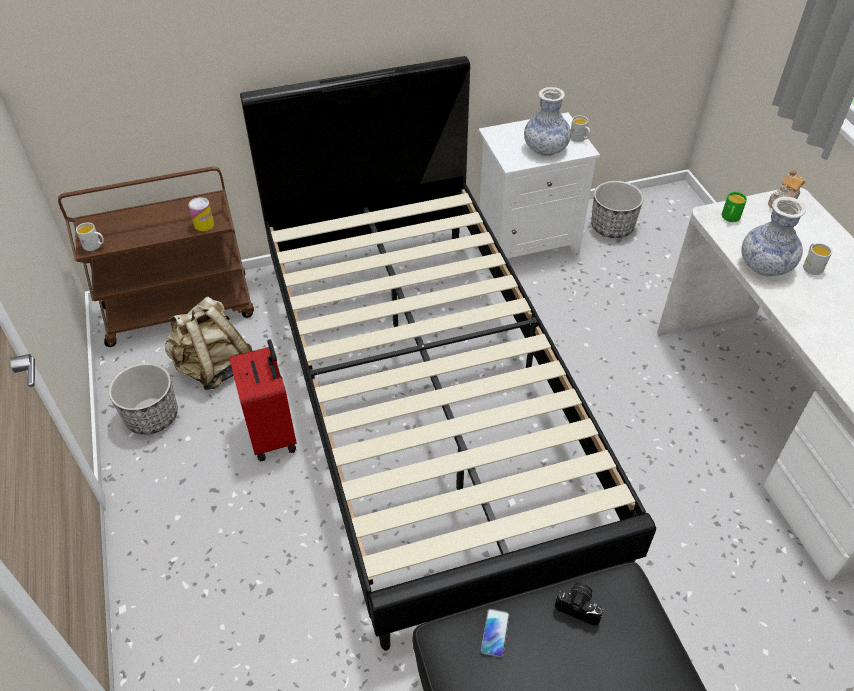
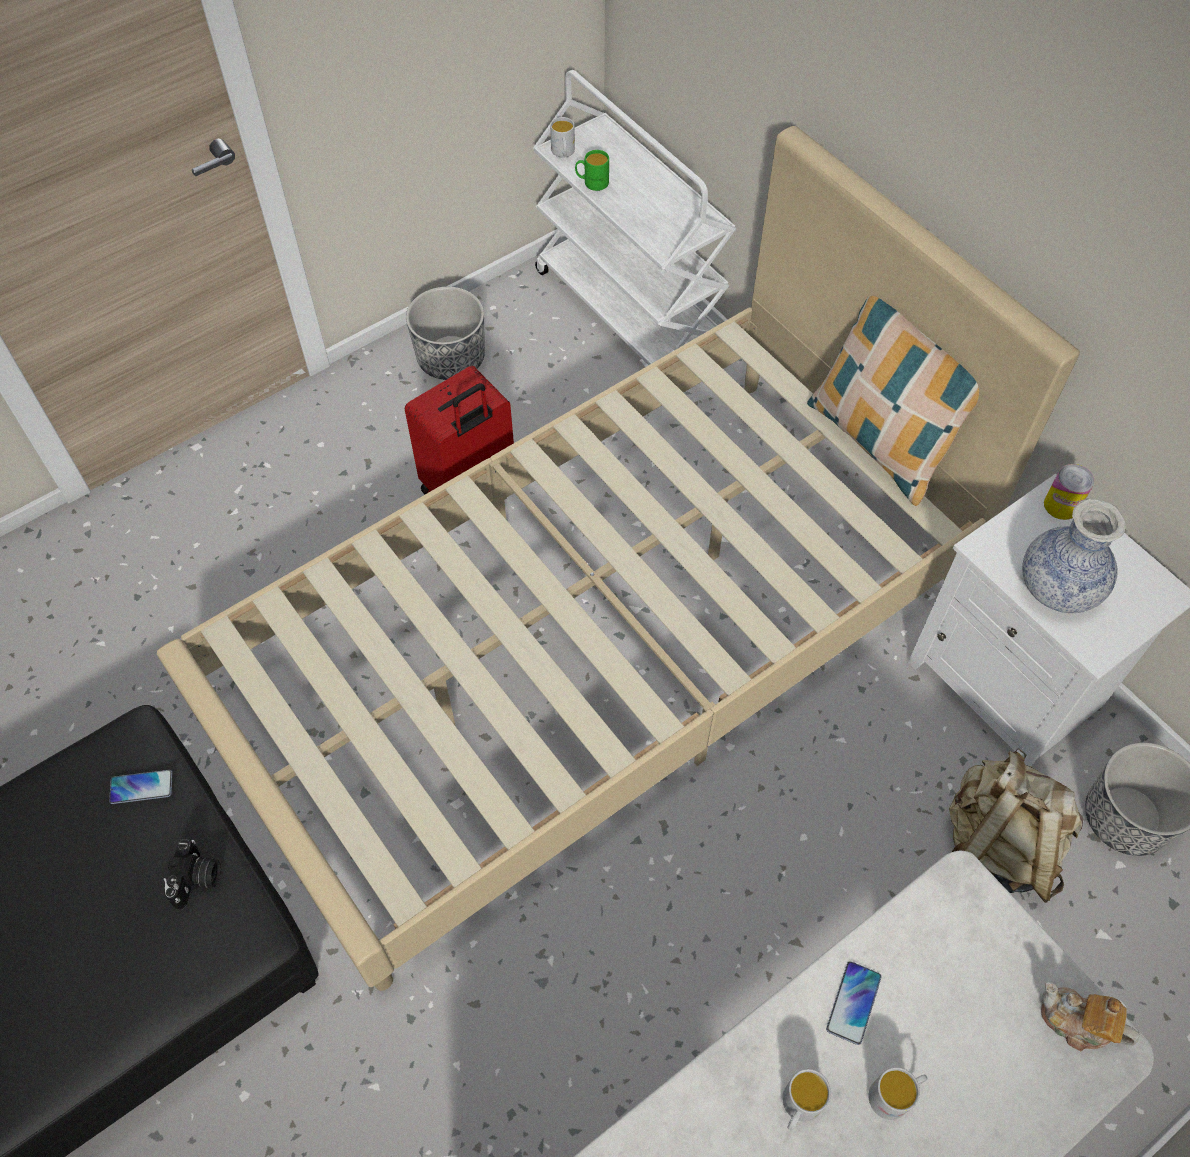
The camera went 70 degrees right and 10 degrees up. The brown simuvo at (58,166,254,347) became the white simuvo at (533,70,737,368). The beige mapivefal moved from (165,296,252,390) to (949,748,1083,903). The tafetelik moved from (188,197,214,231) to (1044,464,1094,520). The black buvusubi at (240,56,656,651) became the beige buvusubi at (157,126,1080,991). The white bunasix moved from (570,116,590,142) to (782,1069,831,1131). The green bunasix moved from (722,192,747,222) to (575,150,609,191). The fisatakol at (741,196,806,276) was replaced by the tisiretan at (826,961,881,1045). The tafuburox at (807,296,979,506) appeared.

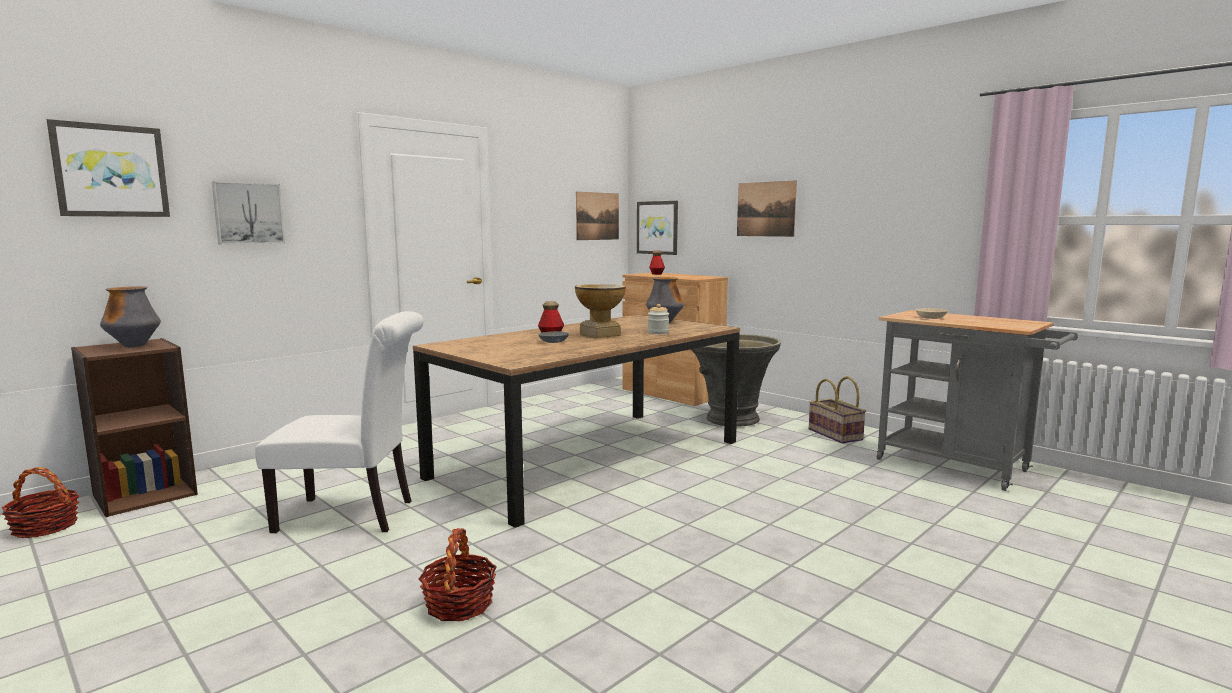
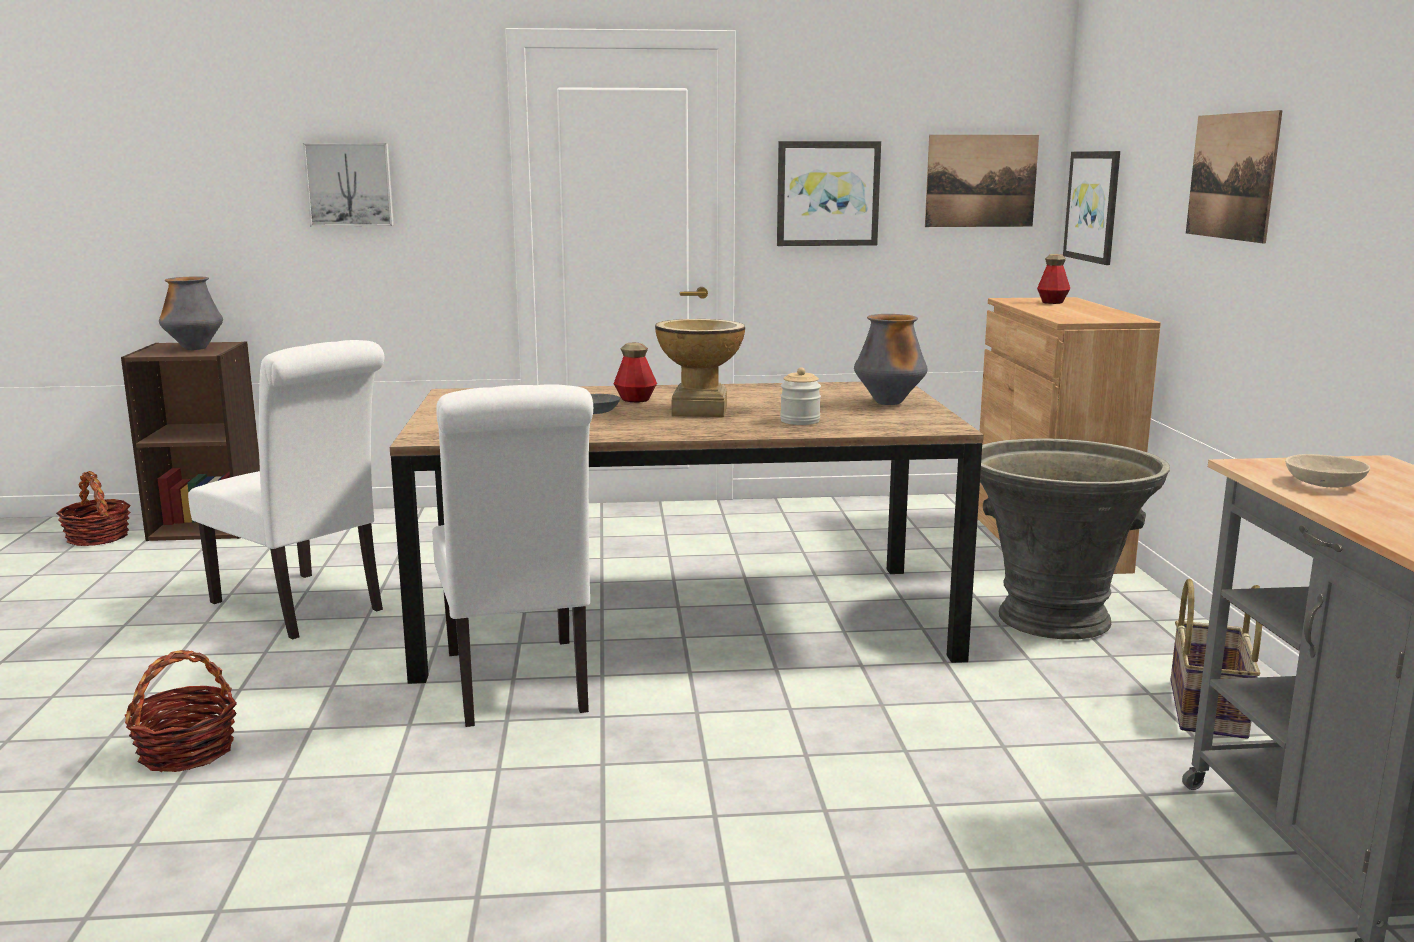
The camera went 40 degrees right and 5 degrees up. The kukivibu moved from (47,119,170,217) to (777,141,881,246). The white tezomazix at (432,384,593,727) appeared.

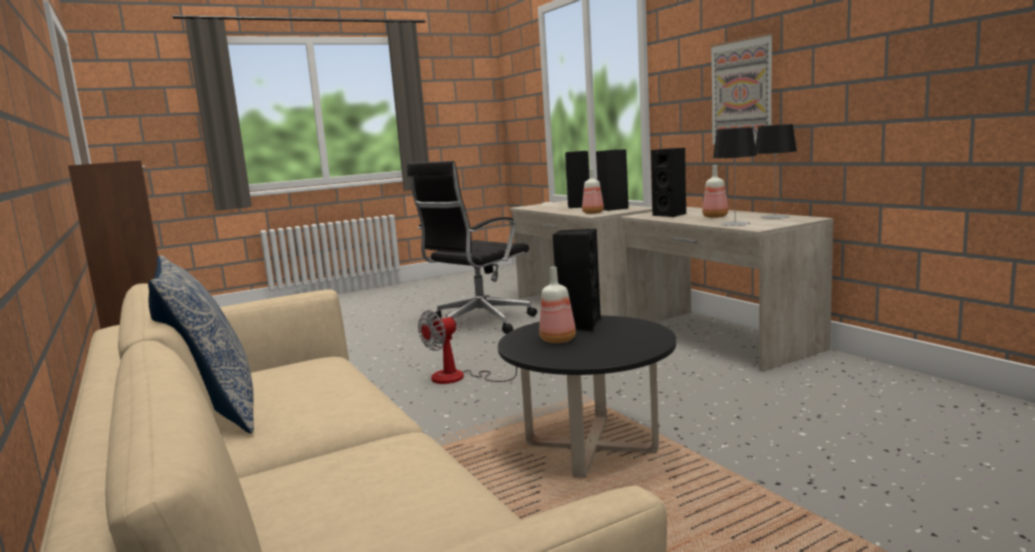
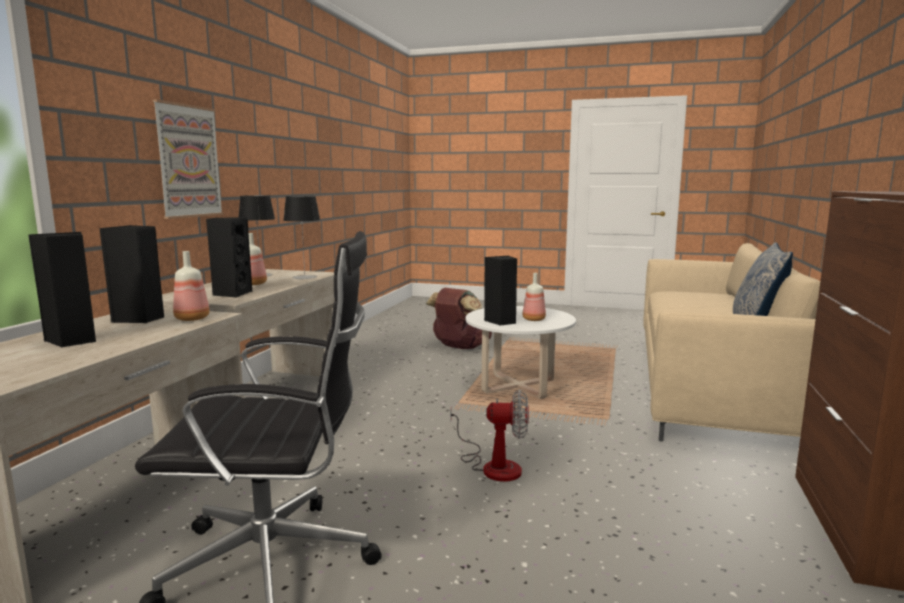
The camera went 135 degrees left and 0 degrees up. The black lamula at (498,315,677,478) became the white lamula at (466,306,576,399). The brown mapivefal at (426,288,492,349) appeared.

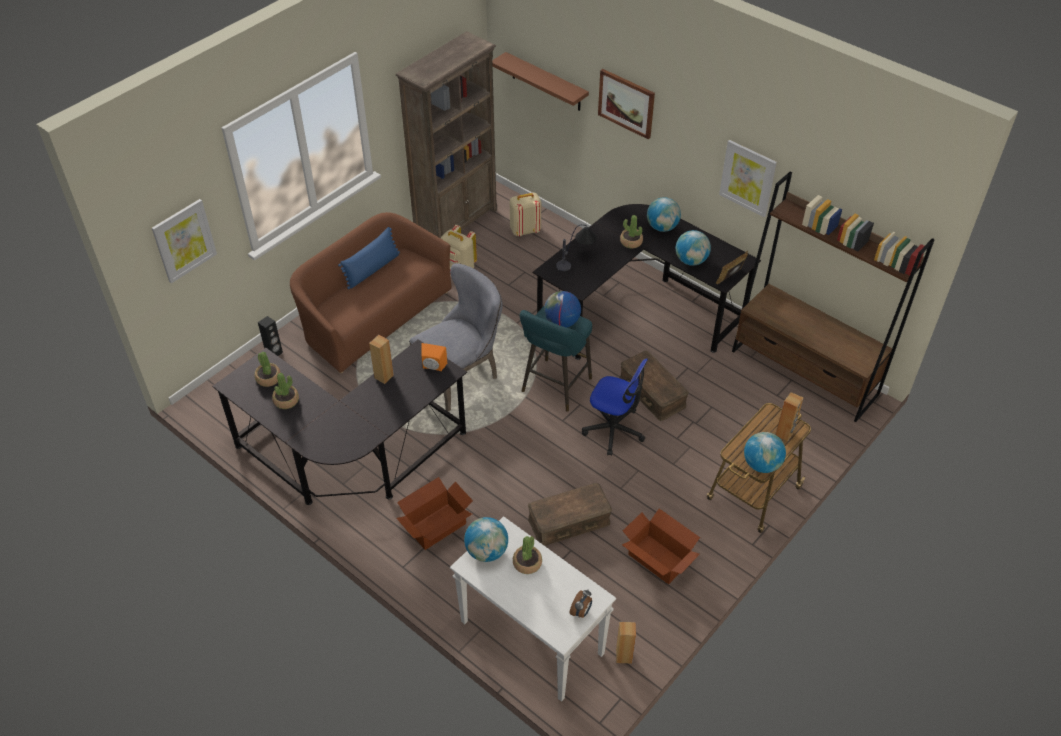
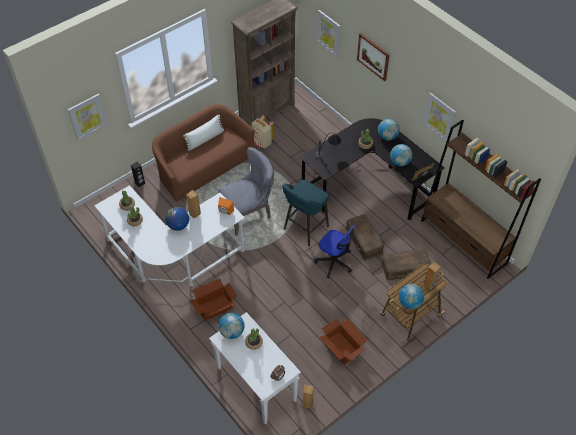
The camera went 10 degrees right and 5 degrees up. The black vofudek at (212,340,467,505) became the white vofudek at (94,185,245,286). The blue tafuburox at (338,227,400,289) became the white tafuburox at (183,114,224,151). The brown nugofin at (492,52,589,111) was replaced by the kukivibu at (317,10,341,57). The beige mapivefal at (510,193,541,236) disappeared. The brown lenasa moved from (528,483,612,546) to (382,249,431,280). The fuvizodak moved from (544,291,581,328) to (165,207,189,231).

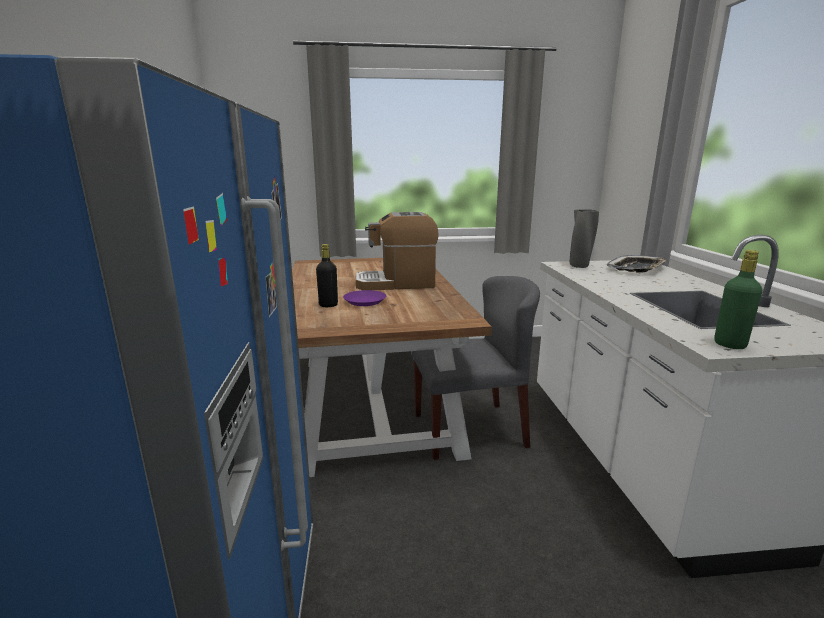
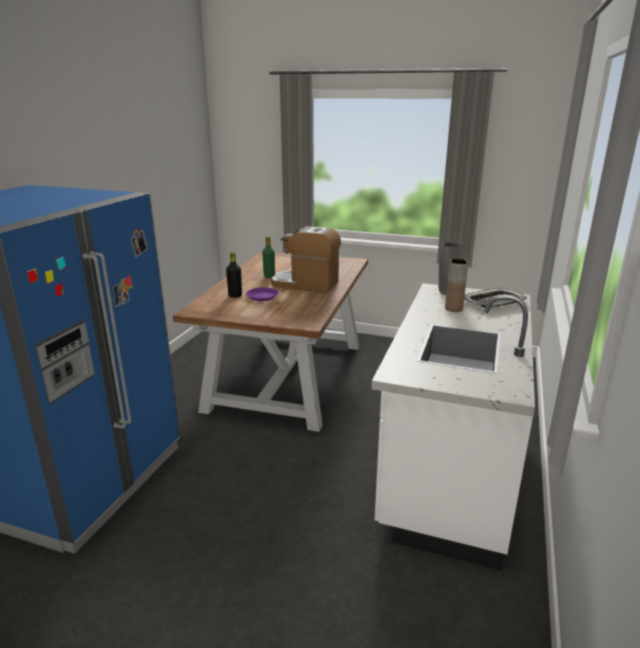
The camera went 25 degrees right and 5 degrees up. The grey tezomazix at (411,276,540,460) disappeared. The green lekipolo moved from (714,250,762,349) to (262,236,275,278). The brown fisatakol at (445,259,468,312) appeared.

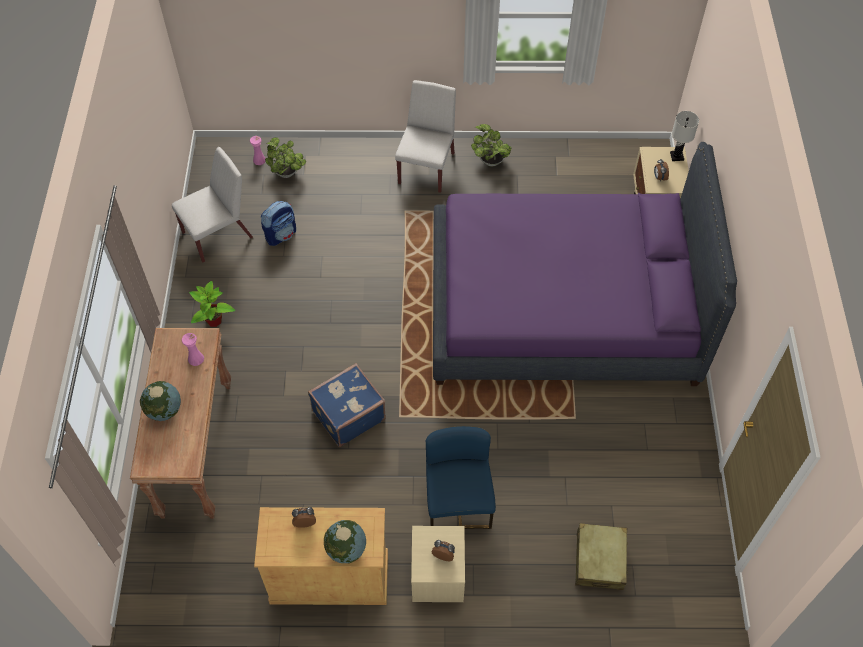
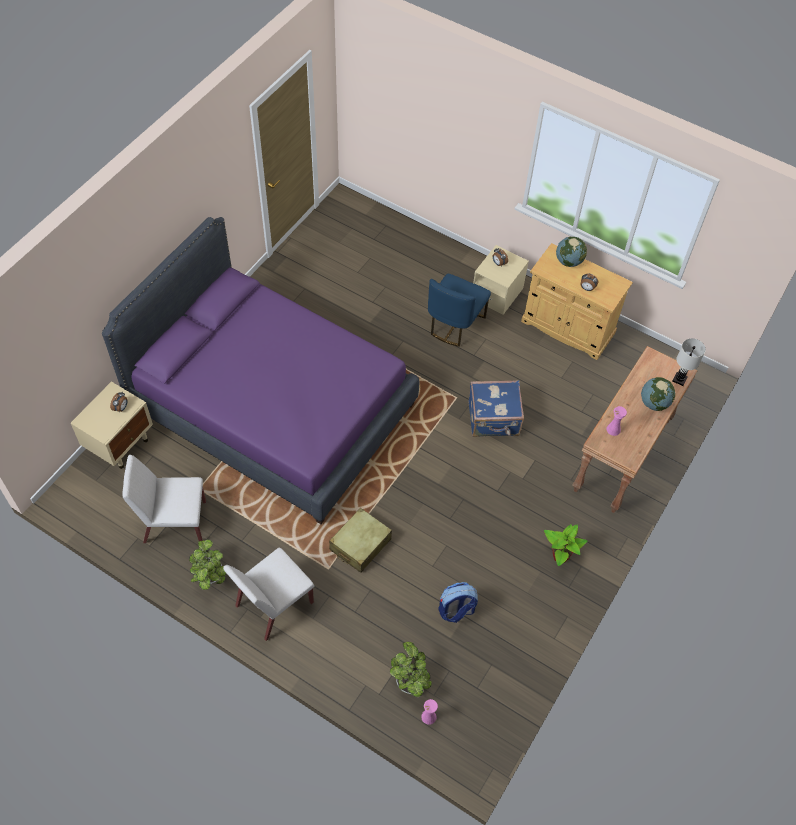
The camera went 150 degrees left and 0 degrees up. The white tezomazix moved from (172,147,253,262) to (122,455,206,543). The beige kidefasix moved from (575,523,628,590) to (329,508,392,573). The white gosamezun moved from (670,111,699,161) to (672,338,706,386).

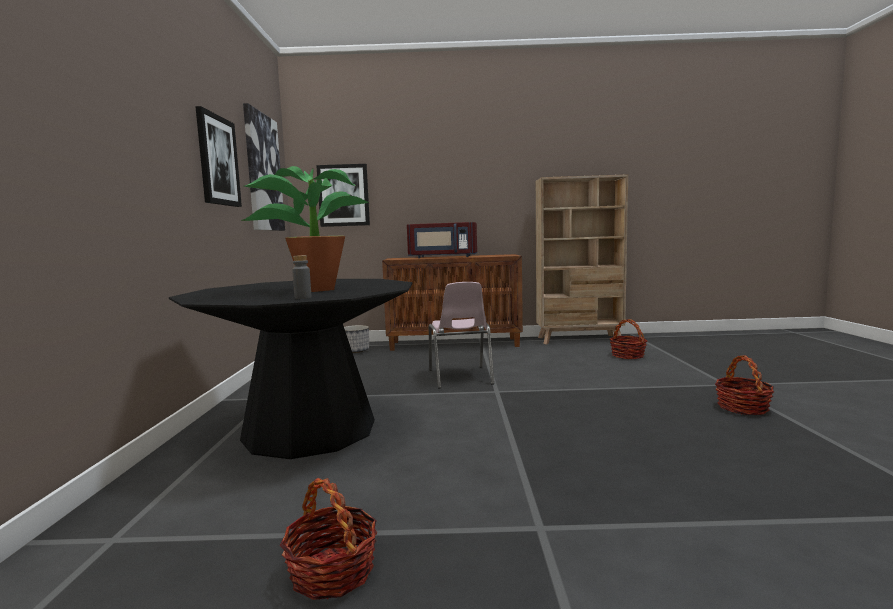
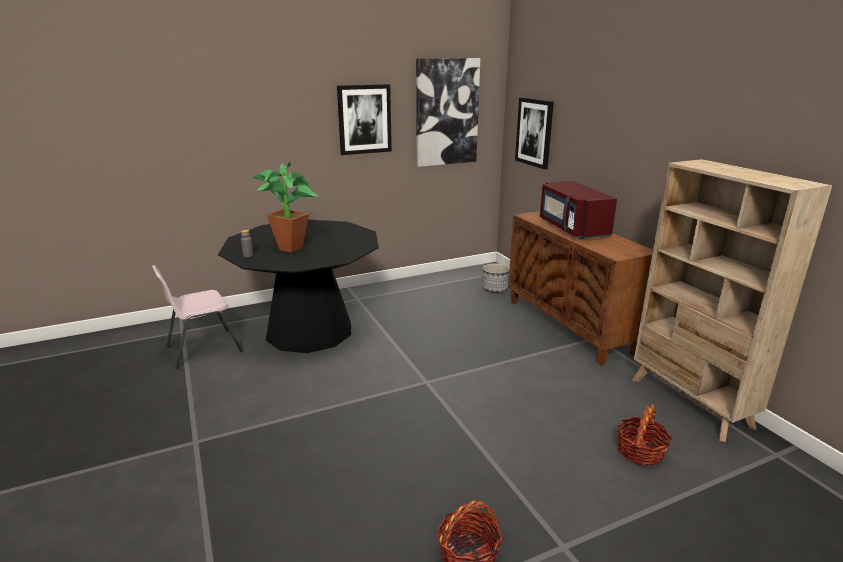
The camera went 65 degrees right and 15 degrees up. The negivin at (279,478,377,600) disappeared. The pink tezomazix moved from (429,282,494,388) to (152,265,243,369).

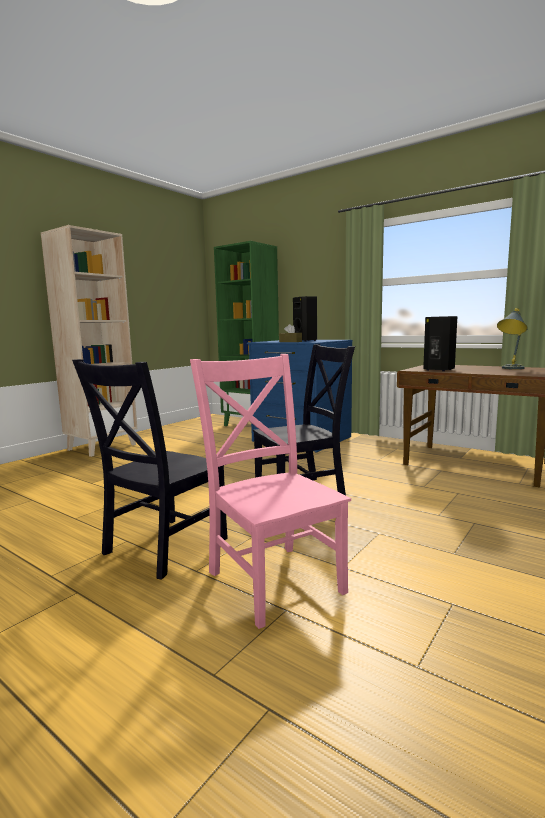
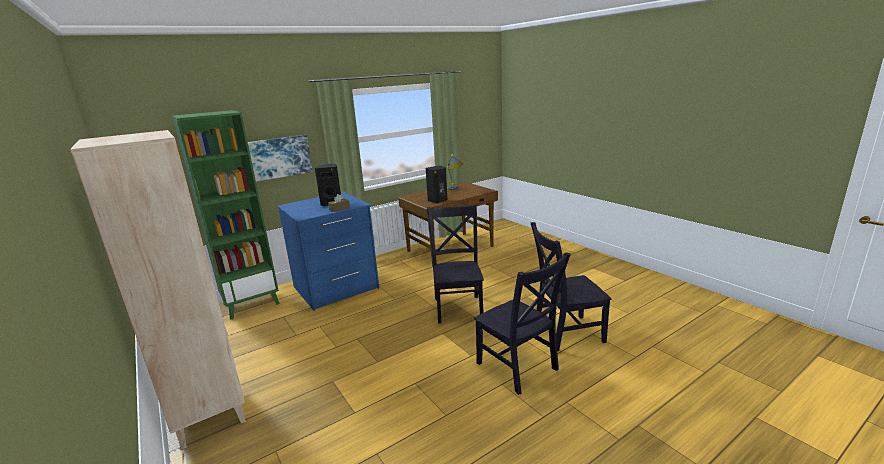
The camera went 70 degrees left and 10 degrees up. The pink tezomazix at (190,354,351,629) became the black tezomazix at (530,222,611,351). The kukivibu at (248,135,313,182) appeared.

